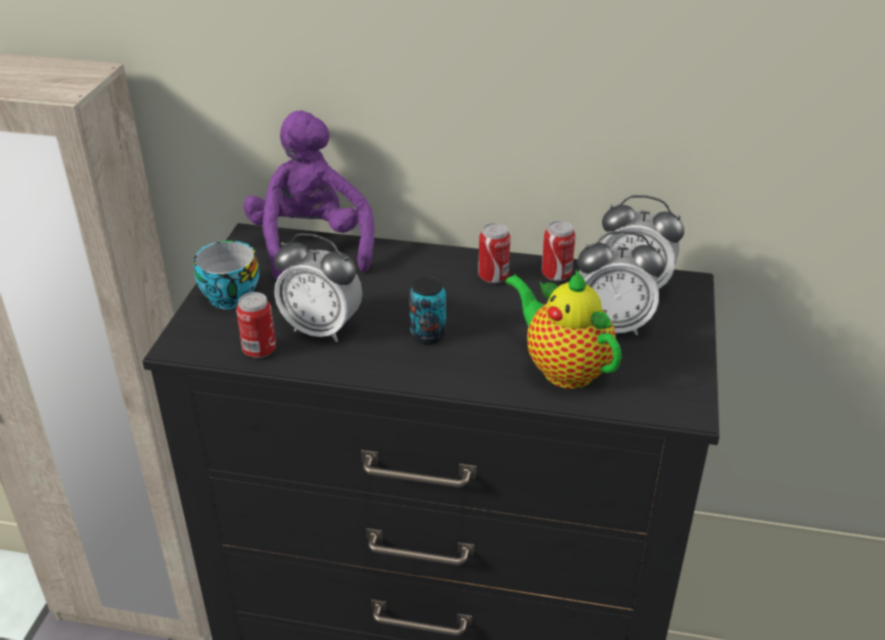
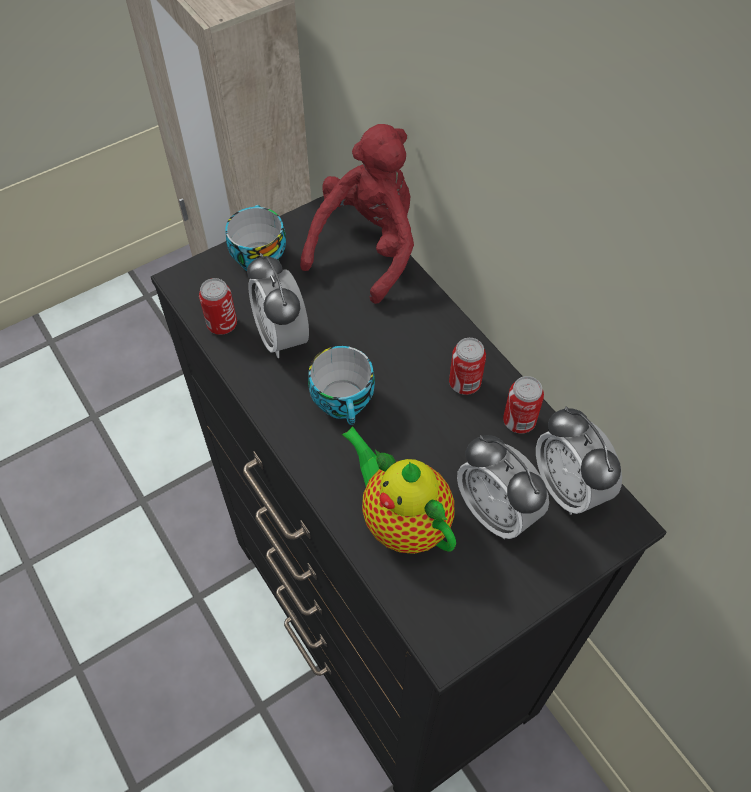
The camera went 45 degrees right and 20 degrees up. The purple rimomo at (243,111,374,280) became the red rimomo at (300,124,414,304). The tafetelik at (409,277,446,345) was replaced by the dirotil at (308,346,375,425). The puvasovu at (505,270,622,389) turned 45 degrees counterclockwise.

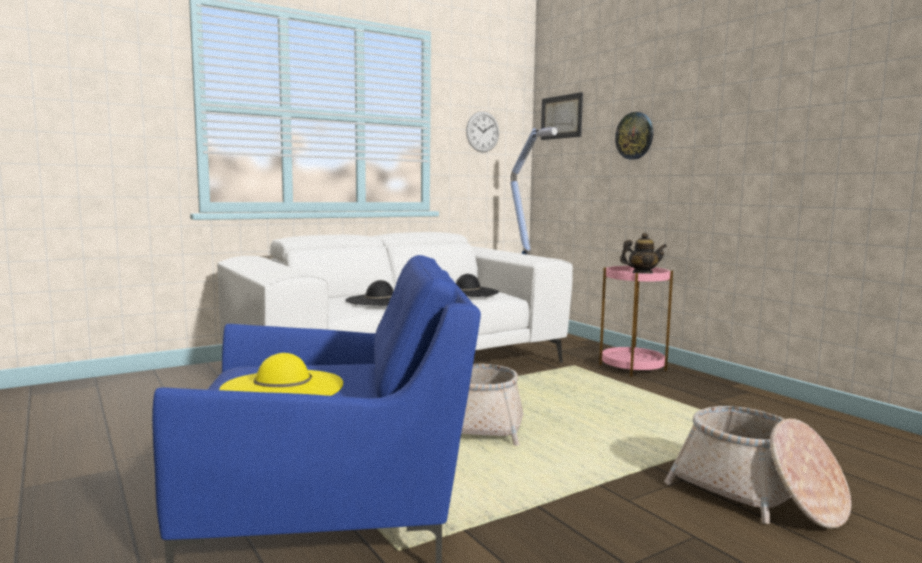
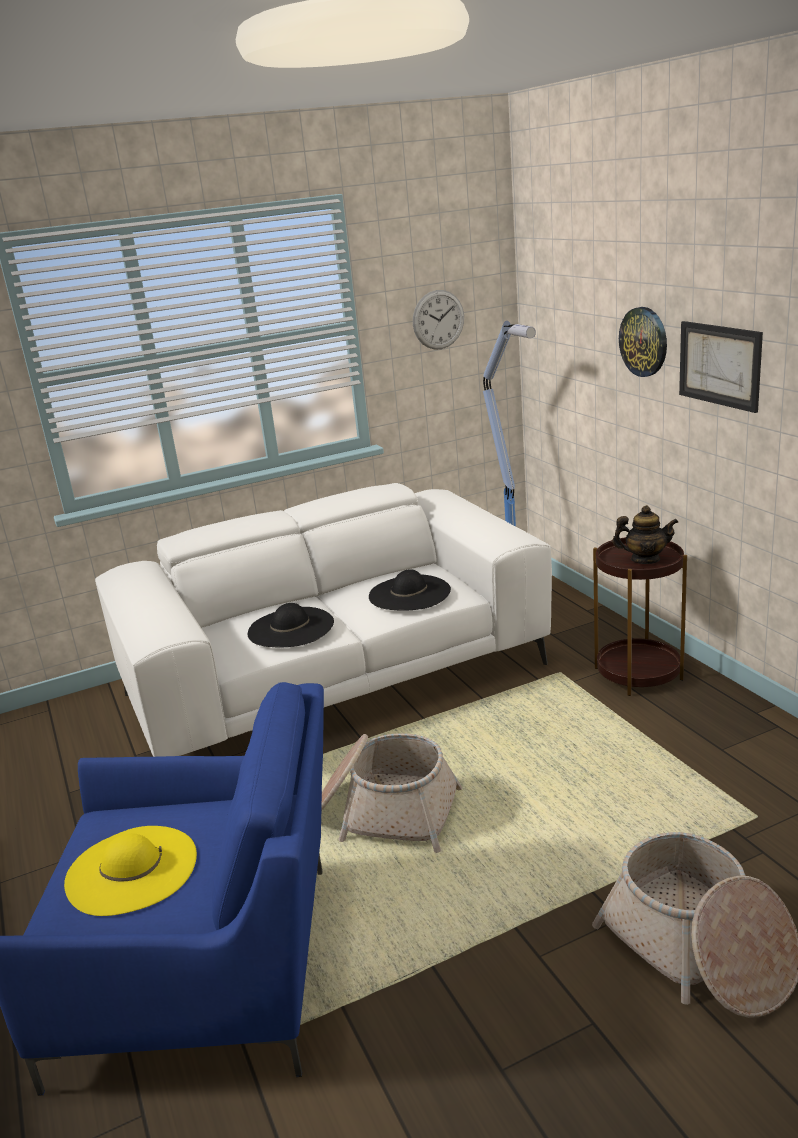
The camera went 10 degrees right and 15 degrees up. The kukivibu moved from (541,92,583,140) to (679,321,763,413). The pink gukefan at (599,266,673,377) became the brown gukefan at (593,537,687,696).

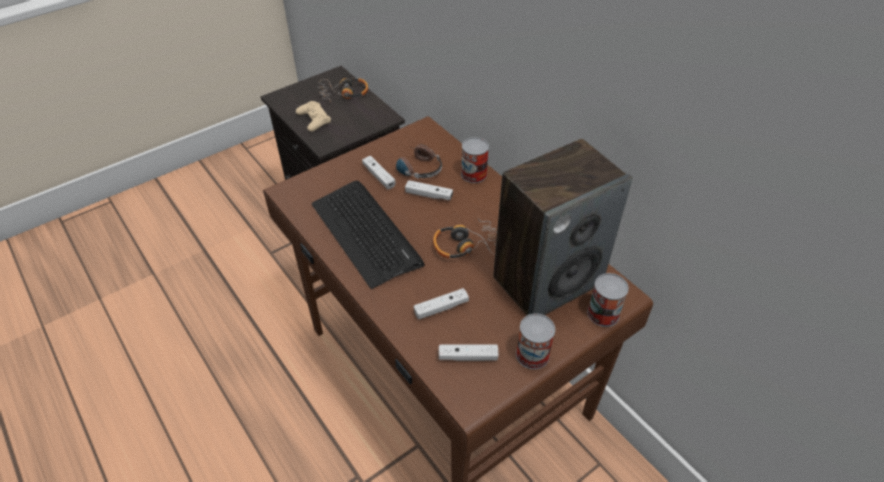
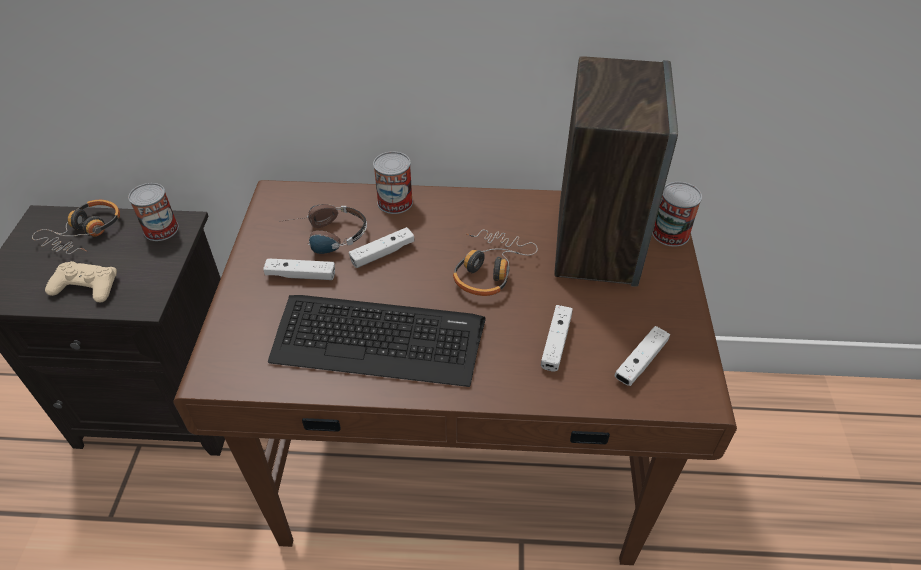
The camera went 50 degrees left and 0 degrees up. The tafetelik moved from (516,313,555,369) to (128,183,178,241).

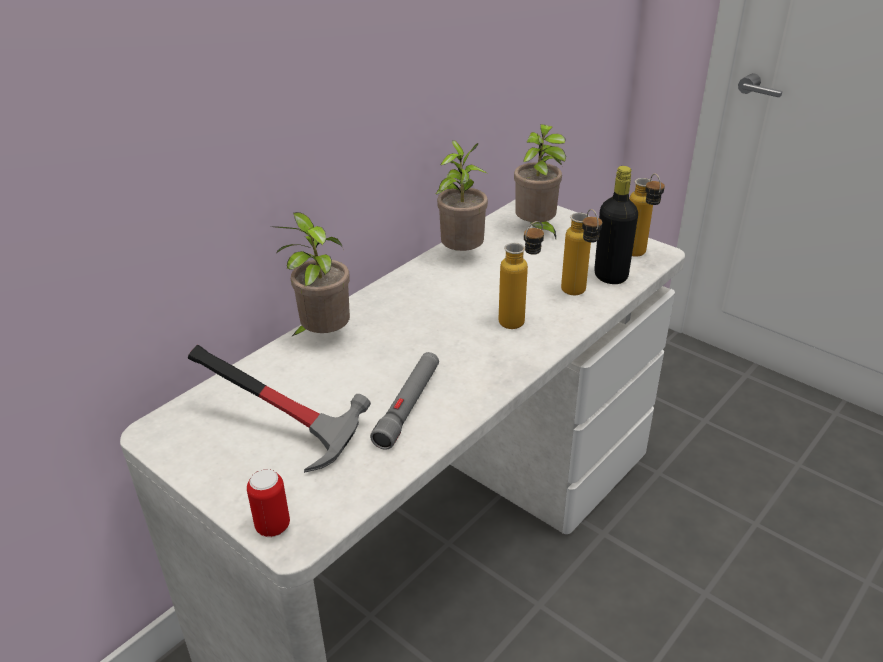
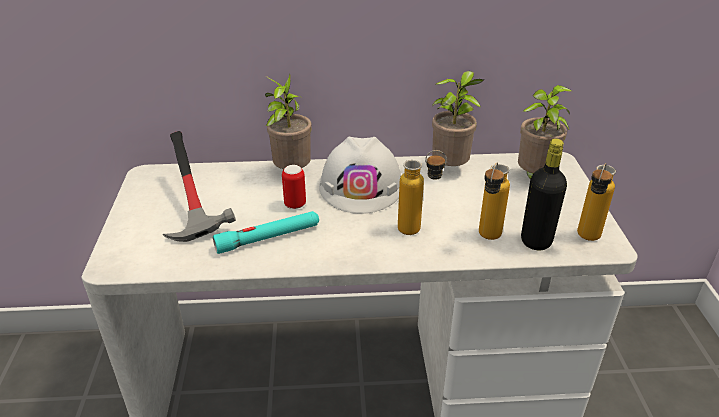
The camera went 45 degrees right and 0 degrees up. The tafetelik moved from (247,469,290,537) to (282,165,306,209). The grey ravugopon at (370,352,439,450) became the turquoise ravugopon at (213,211,319,254). The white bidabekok at (319,137,401,214) appeared.

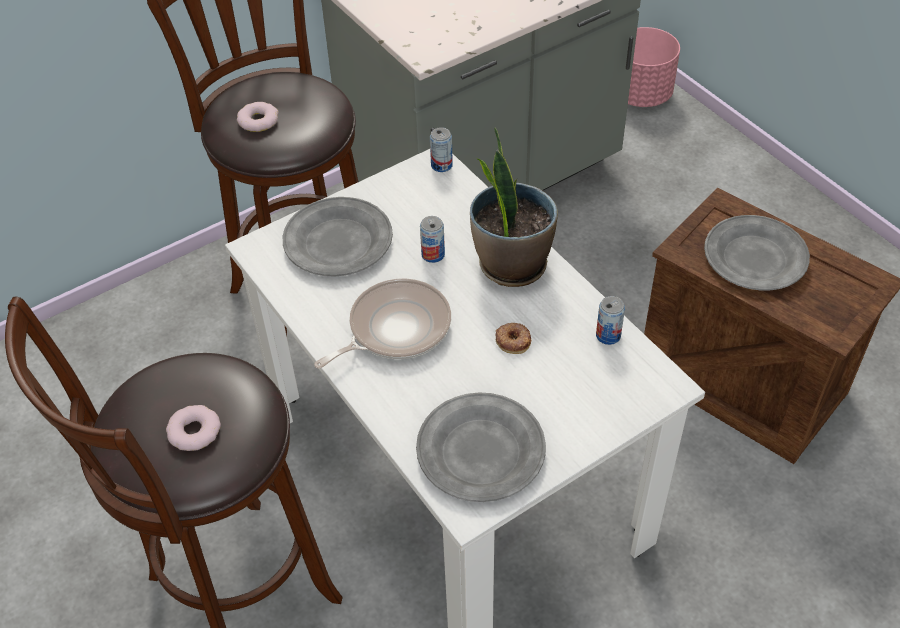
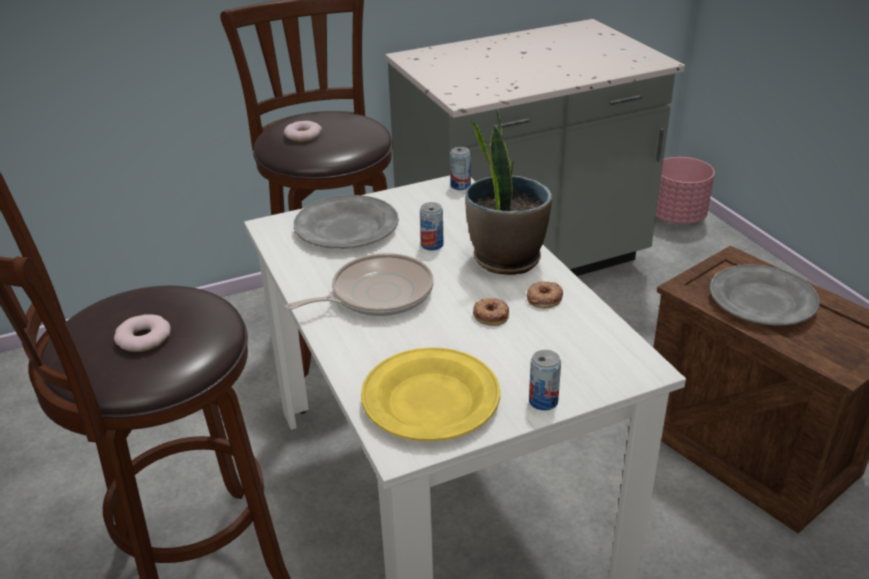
The camera went 10 degrees right and 15 degrees down. The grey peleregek at (416,393,546,502) became the yellow peleregek at (361,347,500,441). The tafetelik moved from (596,296,625,345) to (529,350,561,410). The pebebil at (527,282,563,308) appeared.

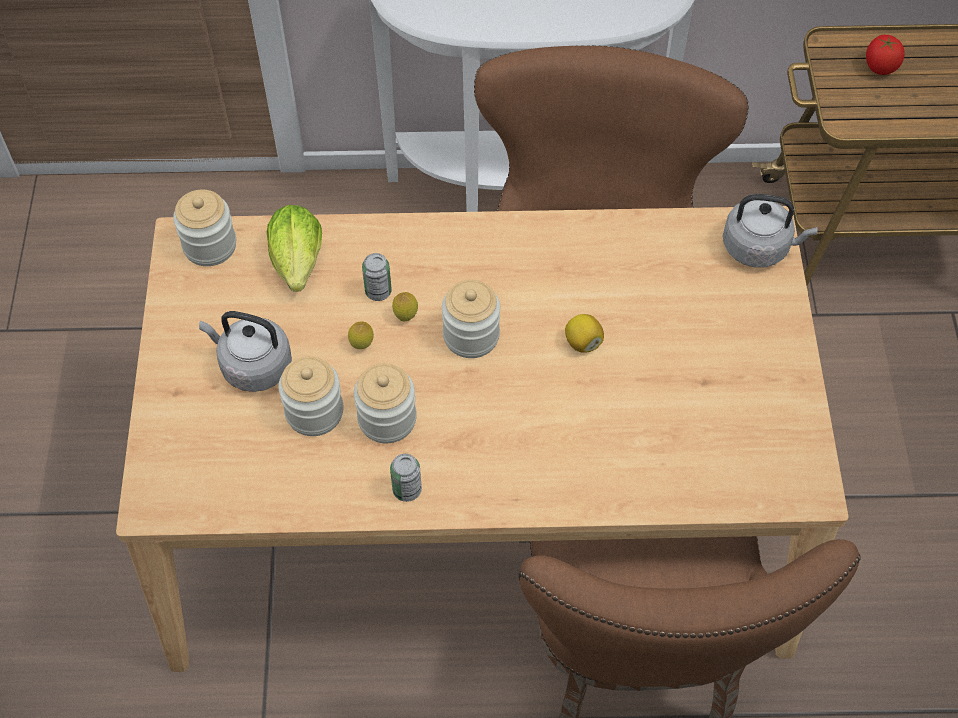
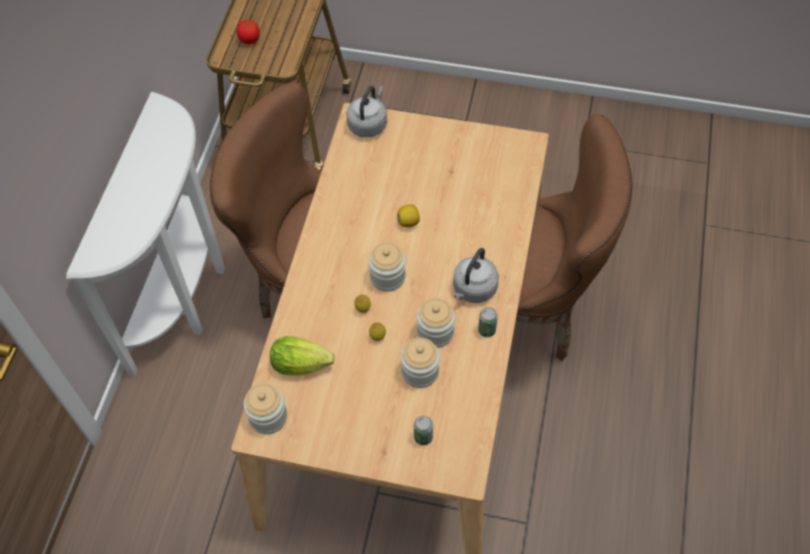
The camera went 75 degrees left and 0 degrees up. The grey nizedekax moved from (199,311,292,392) to (453,248,499,303). The tafetelik moved from (362,253,392,301) to (414,416,433,445).

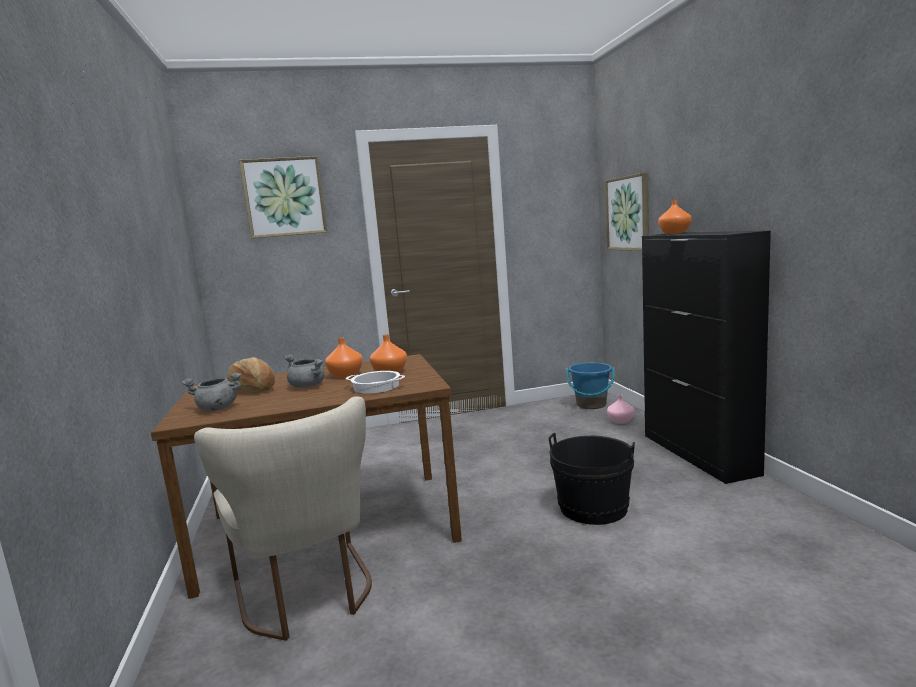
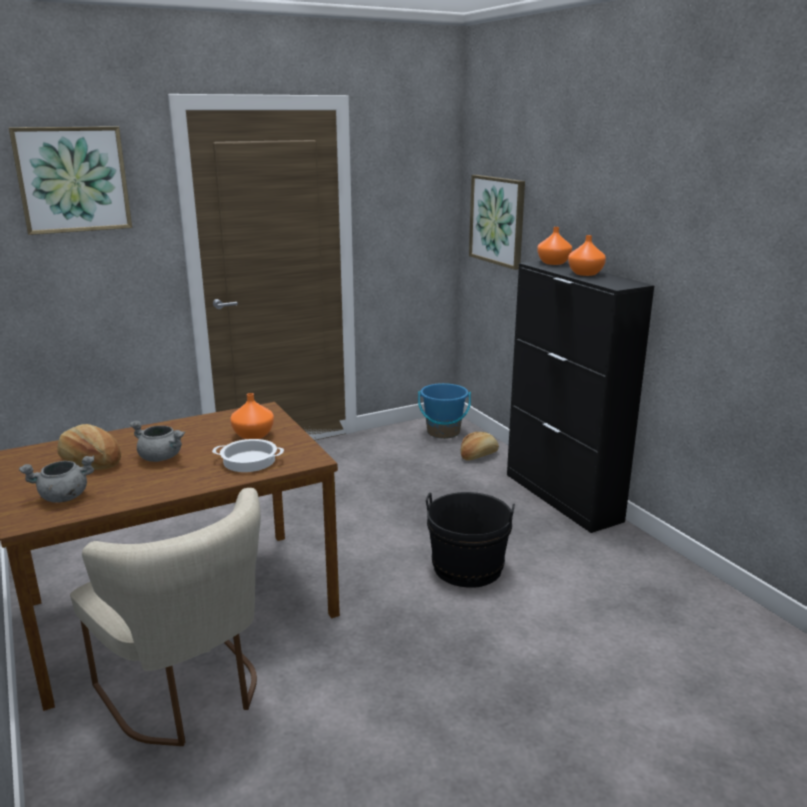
The camera went 15 degrees left and 10 degrees up. The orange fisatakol moved from (325,338,363,378) to (568,235,606,276). The pink fisatakol at (607,395,634,424) was replaced by the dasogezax at (461,432,499,461).

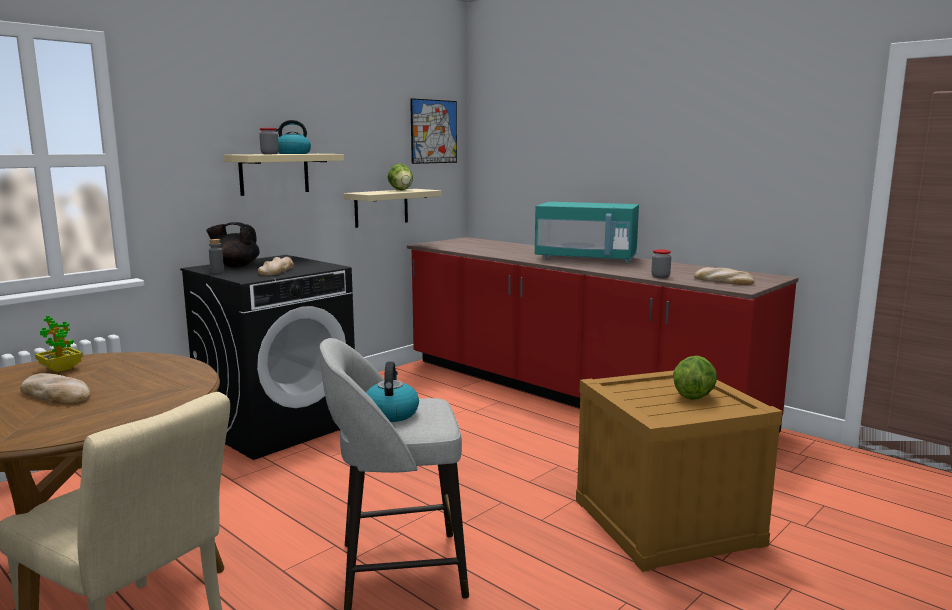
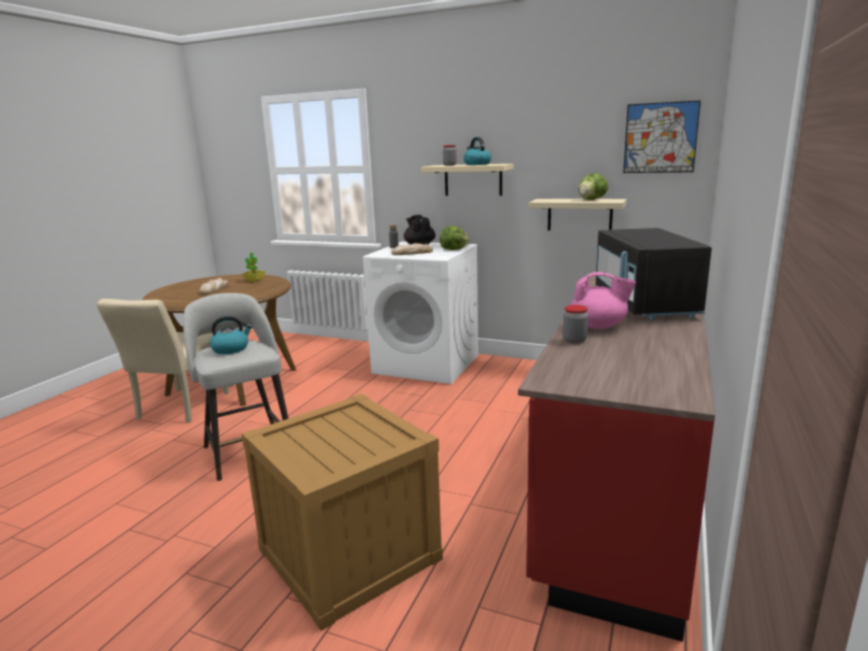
The camera went 70 degrees right and 5 degrees up. The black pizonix at (180,255,355,460) became the white pizonix at (363,242,478,384). The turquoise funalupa at (535,202,639,263) became the black funalupa at (596,228,712,321). The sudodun moved from (673,355,717,400) to (440,226,470,250). The dasogezax at (694,267,755,285) disappeared. The pink puvasovu at (571,272,636,329) appeared.

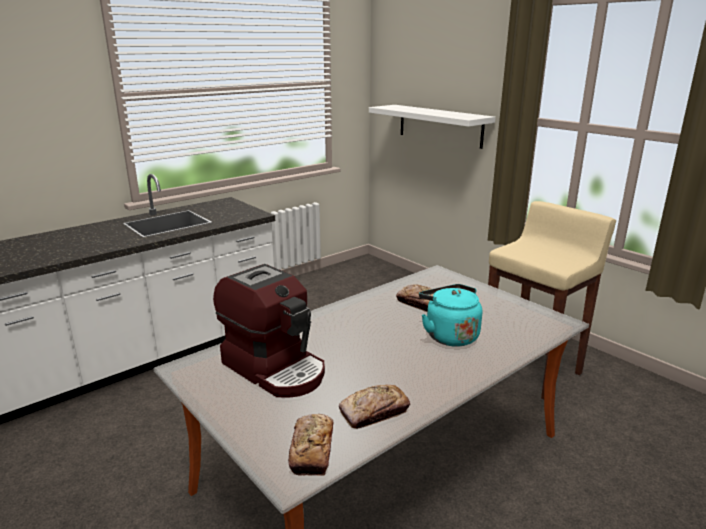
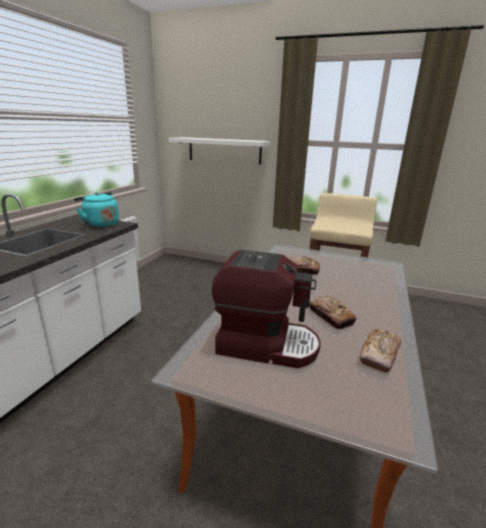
The camera went 30 degrees left and 0 degrees up. The dasogezax moved from (288,414,333,476) to (309,296,357,329). The turquoise nizedekax moved from (419,284,482,347) to (74,192,119,228).

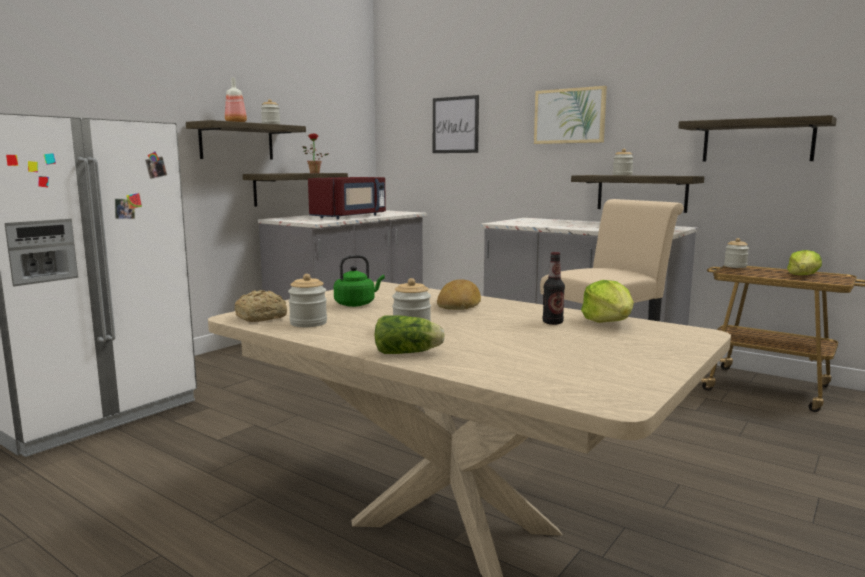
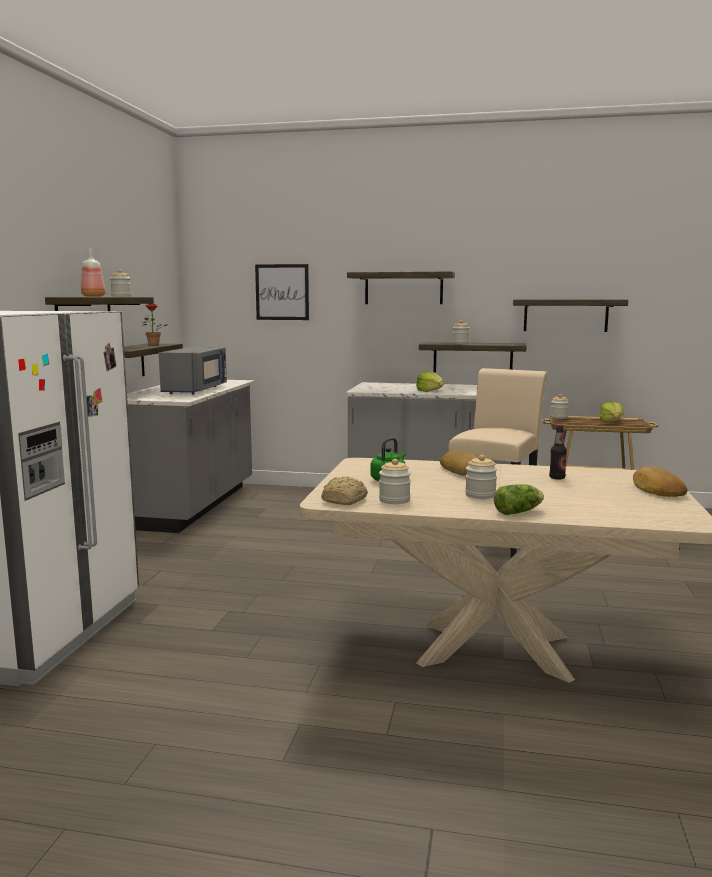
The camera went 25 degrees left and 0 degrees up. The red funalupa at (308,177,386,219) became the grey funalupa at (159,347,227,394). The kukivibu at (534,86,607,144) was replaced by the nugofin at (347,272,455,304). The sudodun moved from (581,280,634,323) to (416,372,444,392). The dasogezax at (633,466,687,497) appeared.

